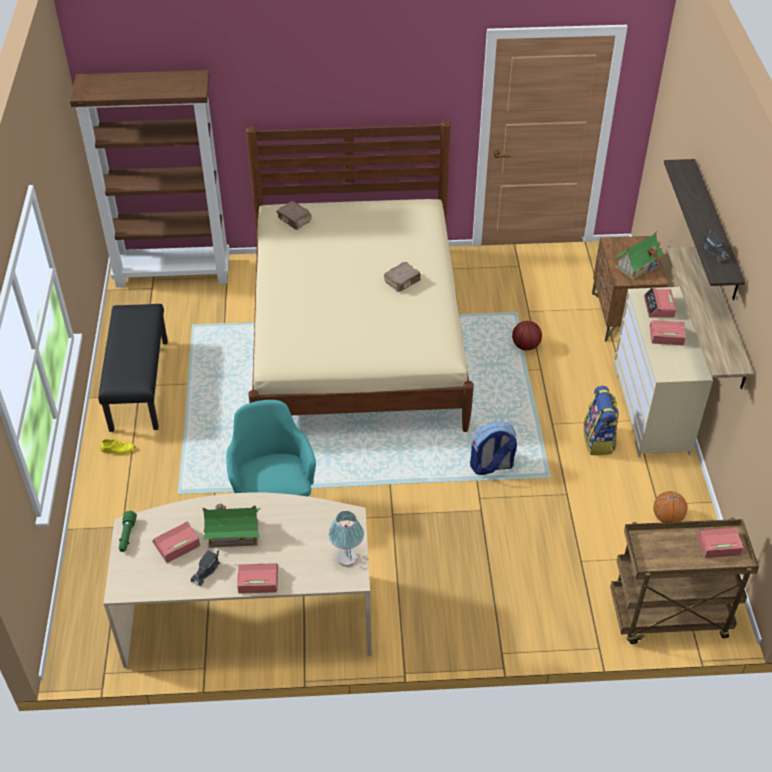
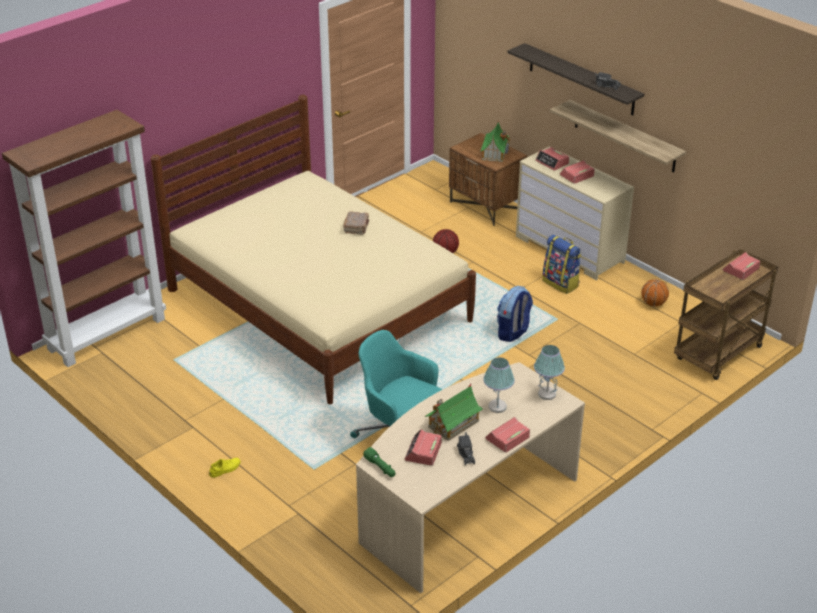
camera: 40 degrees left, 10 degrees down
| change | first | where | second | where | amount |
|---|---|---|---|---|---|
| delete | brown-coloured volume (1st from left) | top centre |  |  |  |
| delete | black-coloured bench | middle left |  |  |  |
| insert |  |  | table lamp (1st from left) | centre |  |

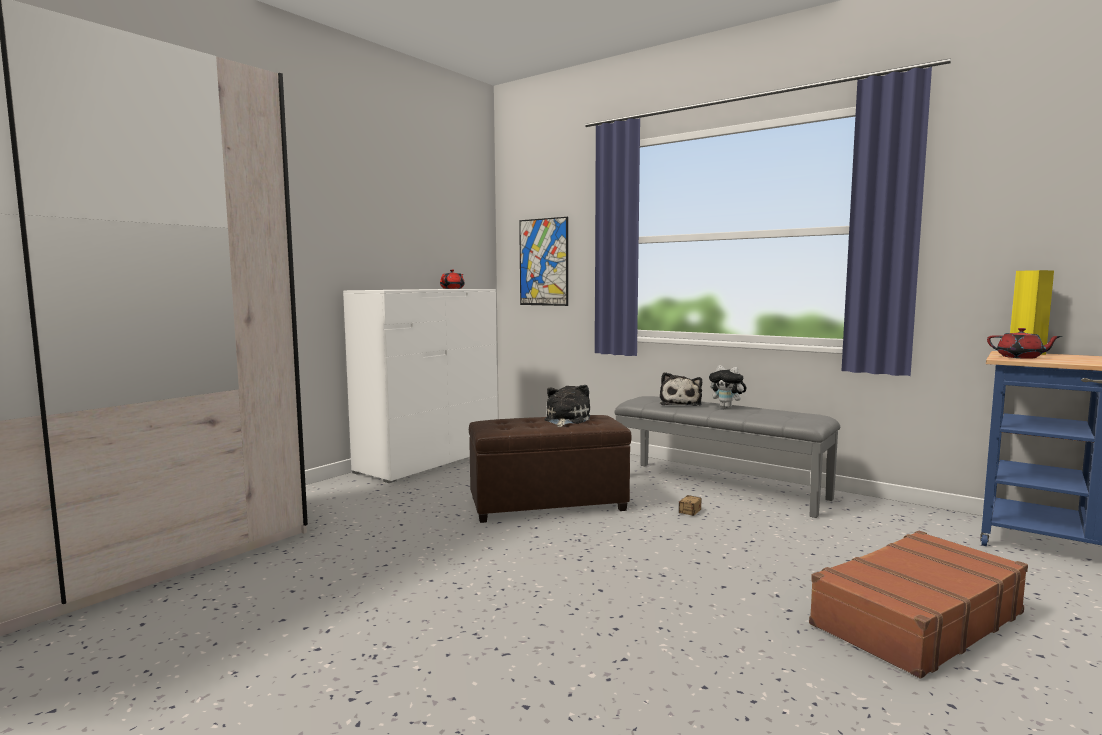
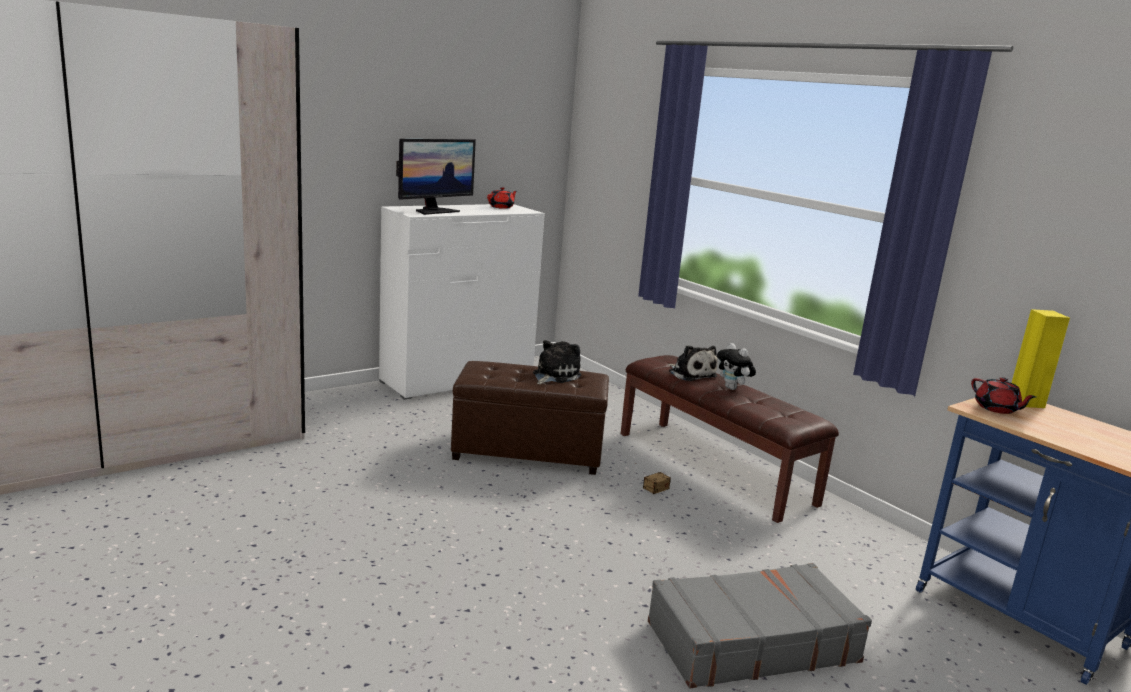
camera: 15 degrees right, 10 degrees up
| change | first | where | second | where | amount |
|---|---|---|---|---|---|
| delete | wall art | centre |  |  |  |
| rotate | cuddly toy (2nd from left) | centre |  | centre | 60 degrees counterclockwise |
| recolor | gray bench | centre | brown-coloured bench | centre |  |
| recolor | brown-coloured piece of luggage | bottom right | gray piece of luggage | bottom right |  |
| insert |  |  | monitor | top centre |  |

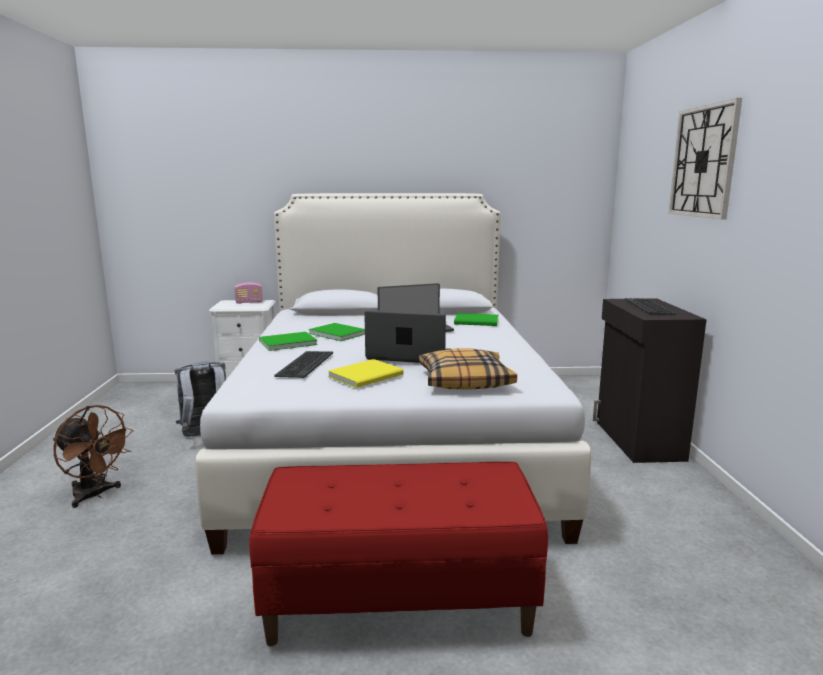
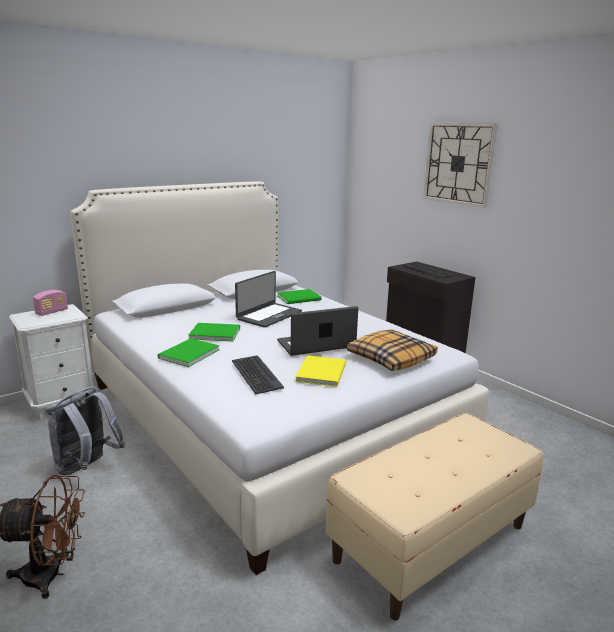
camera: 35 degrees left, 5 degrees up
| change | first | where | second | where | amount |
|---|---|---|---|---|---|
| recolor | red-coloured bench | bottom centre | sand-coloured bench | bottom right |  |

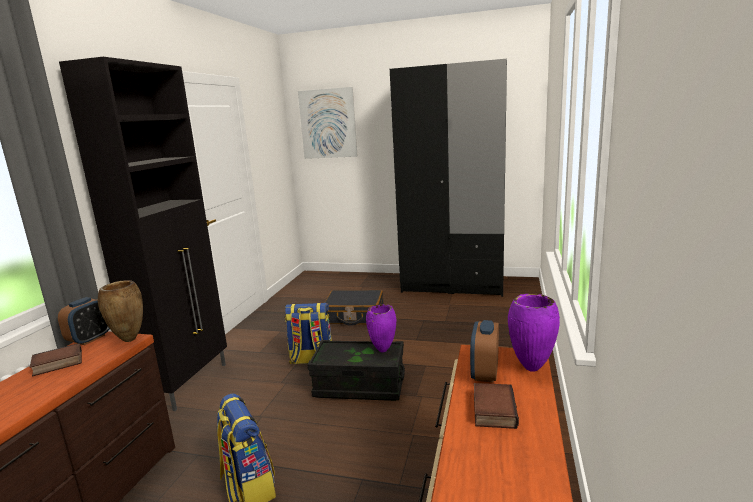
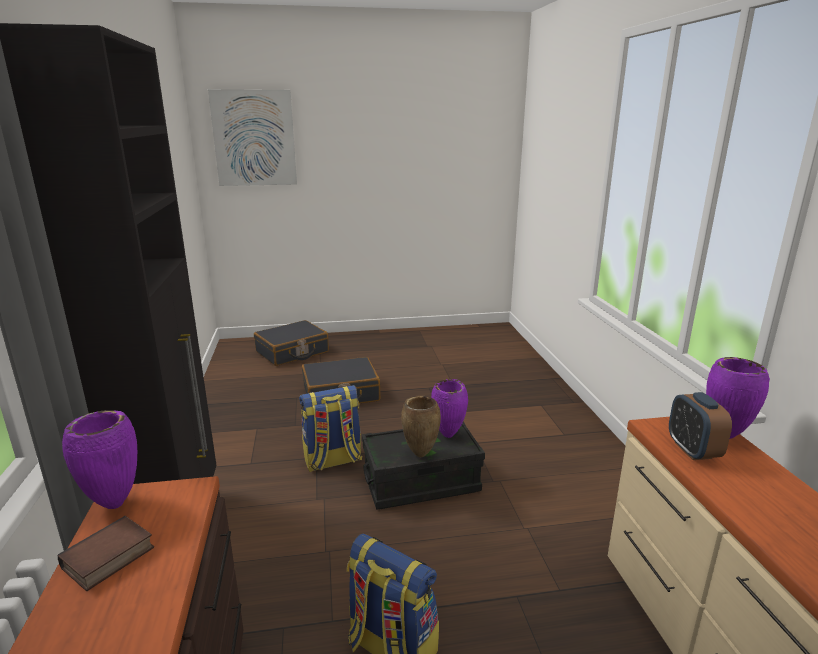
camera: 25 degrees left, 5 degrees up
| change | first | where | second | where | amount |
|---|---|---|---|---|---|
| delete | black-coloured wardrobe | centre |  |  |  |
| move | brown-coloured decorative vase | middle left |  | centre |  |
| replace | alarm clock (1st from left) | middle left | purplish decorative vase (1st from left) | bottom left |  |
| delete | volume (2nd from left) | bottom centre |  |  |  |
| insert |  |  | black-coloured piece of luggage (1st from left) | centre |  |

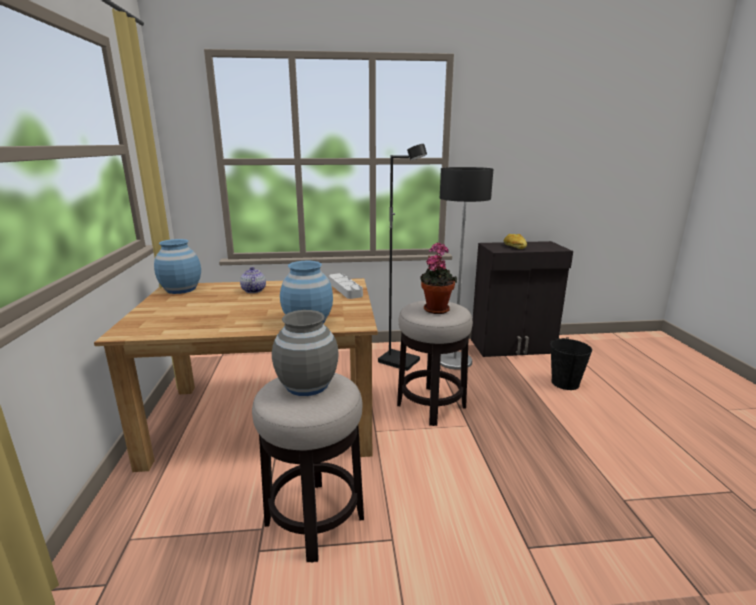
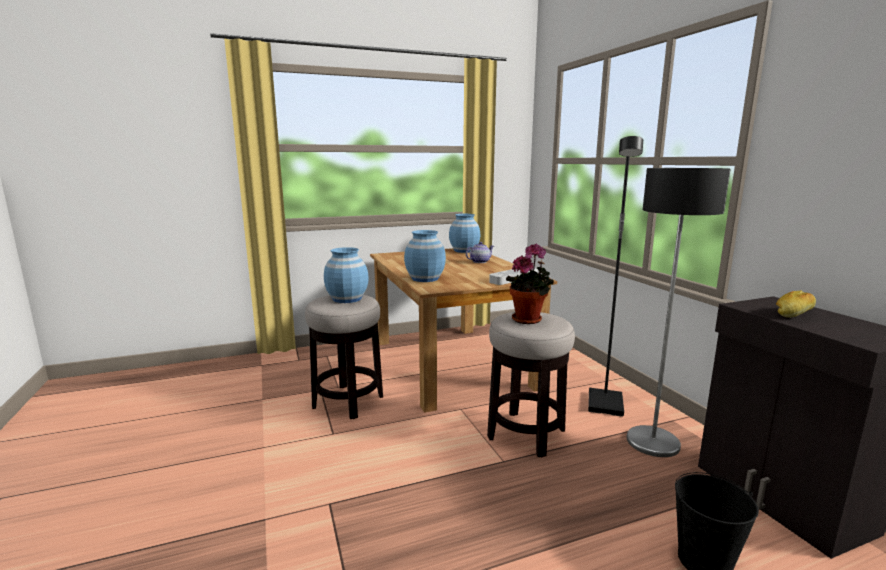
camera: 75 degrees right, 5 degrees down
| change | first | where | second | where | amount |
|---|---|---|---|---|---|
| recolor | gray decorative vase | centre | blue-coloured decorative vase (1st from left) | centre |  |

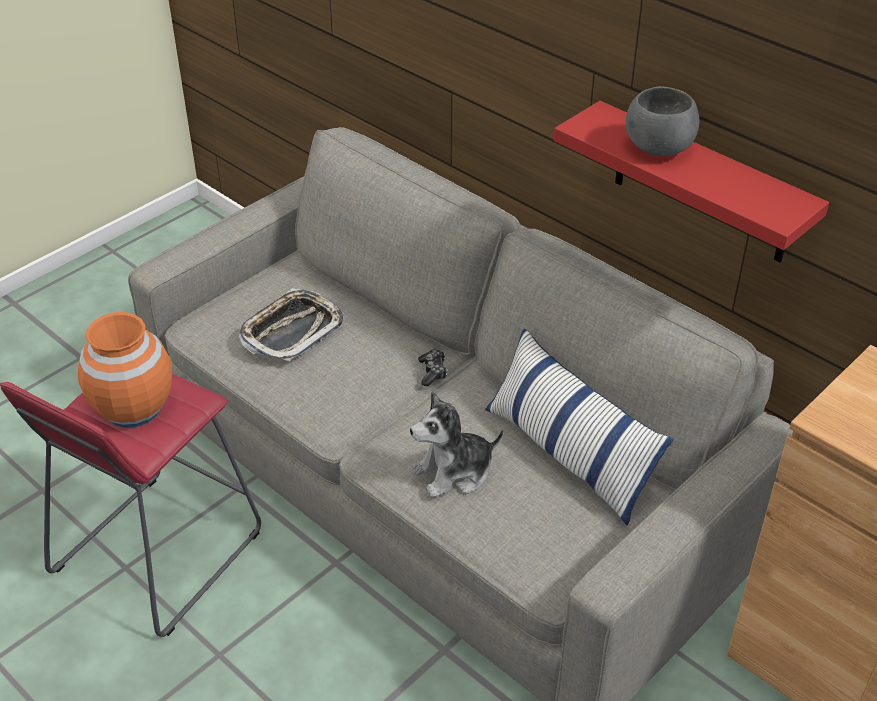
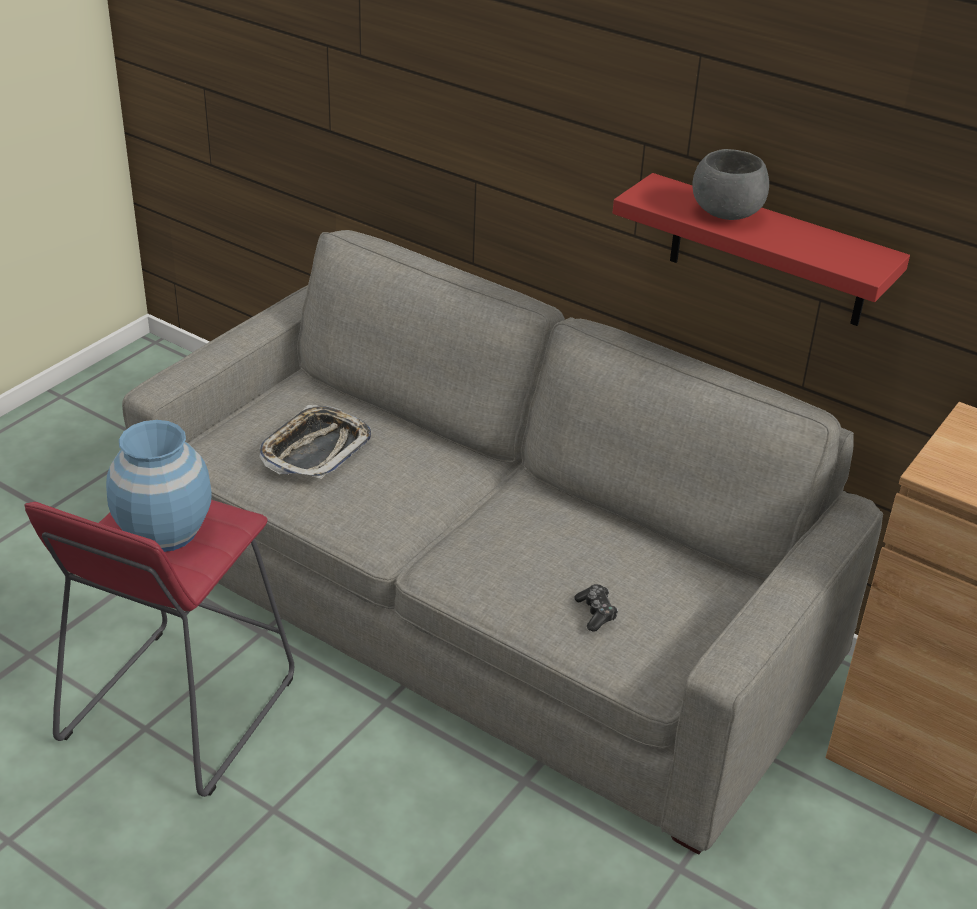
camera: 10 degrees left, 5 degrees down
| change | first | where | second | where | amount |
|---|---|---|---|---|---|
| recolor | orangey decorative vase | middle left | blue-coloured decorative vase | middle left |  |
| delete | throw pillow | centre |  |  |  |
| move | gamepad | centre |  | bottom centre |  |
| delete | cuddly toy | centre |  |  |  |

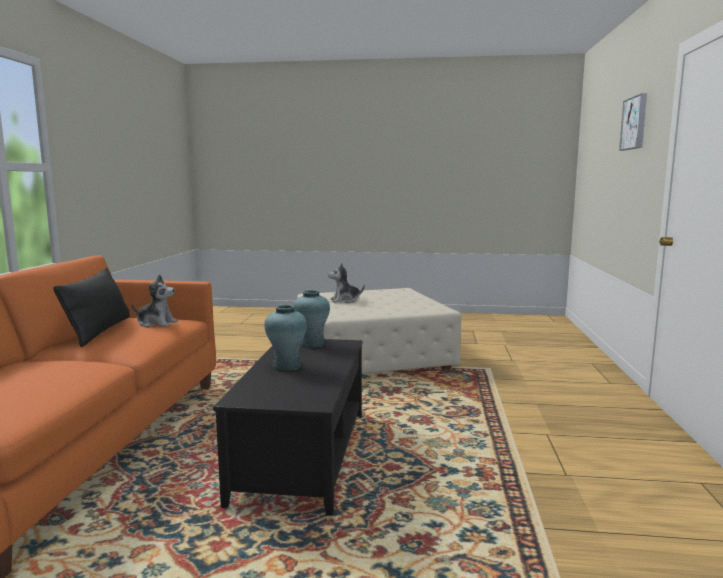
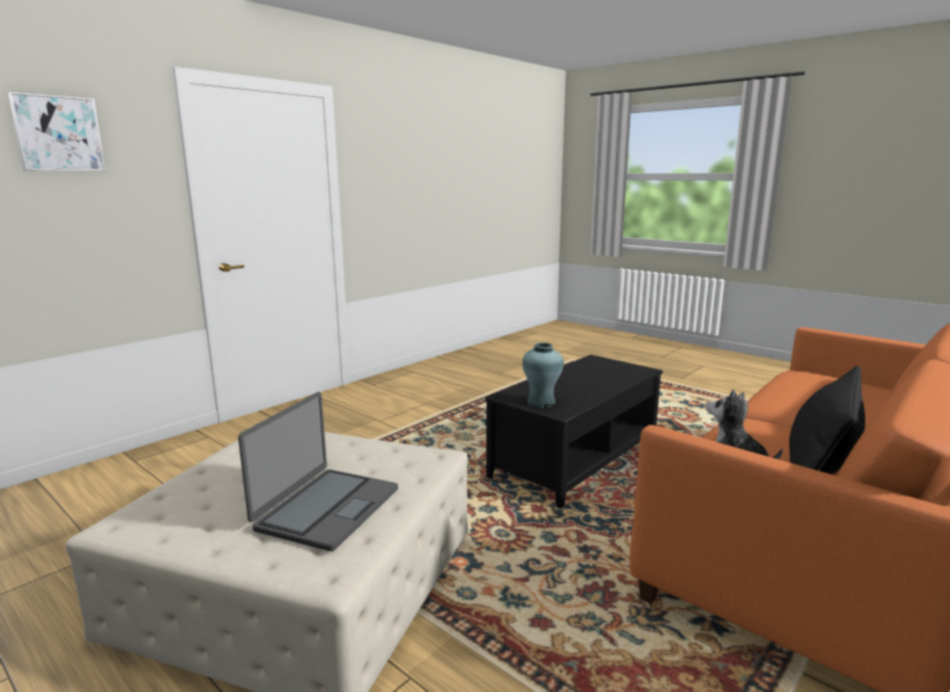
camera: 145 degrees left, 5 degrees up
| change | first | where | second | where | amount |
|---|---|---|---|---|---|
| replace | cuddly toy (2nd from left) | centre | notebook computer | bottom centre |  |
| delete | blue-green decorative vase (1st from left) | centre |  |  |  |

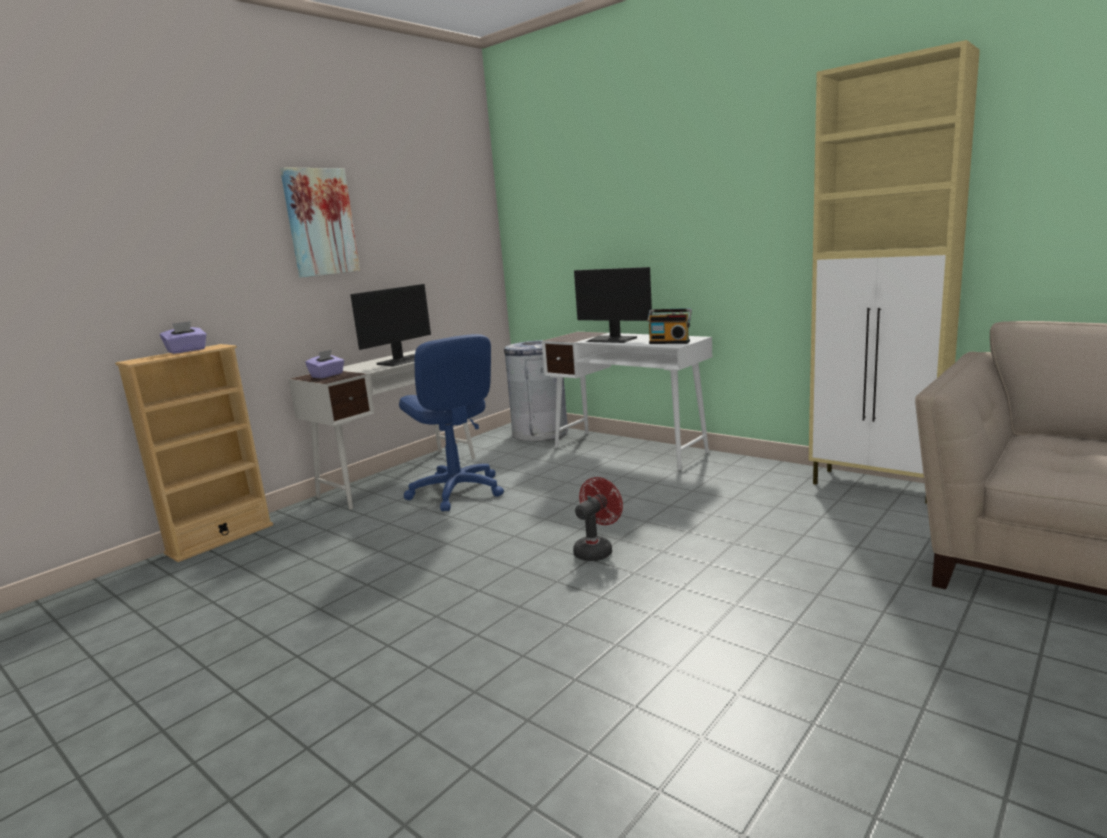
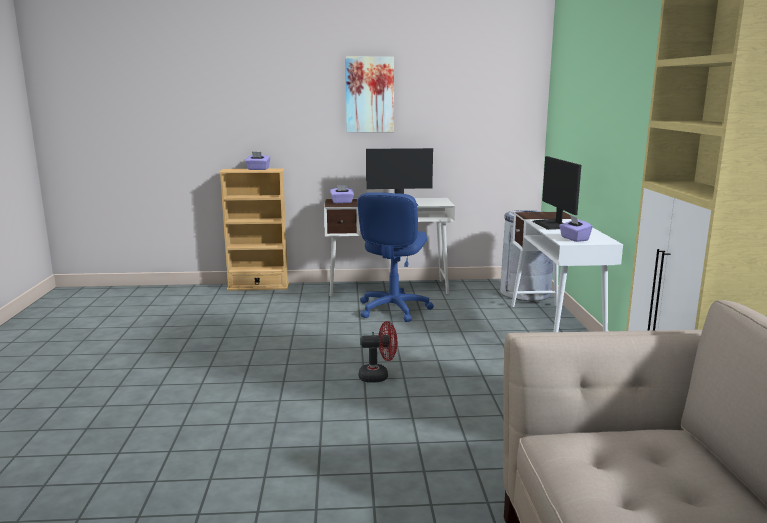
camera: 45 degrees right, 0 degrees up
| change | first | where | second | where | amount |
|---|---|---|---|---|---|
| replace | radio | centre | purplish tissue holder (3rd from left) | middle right |  |

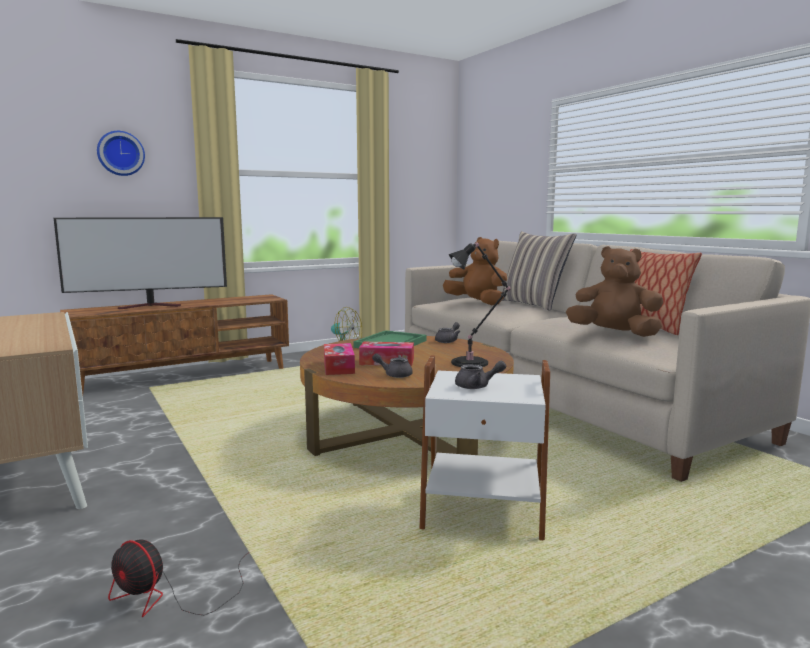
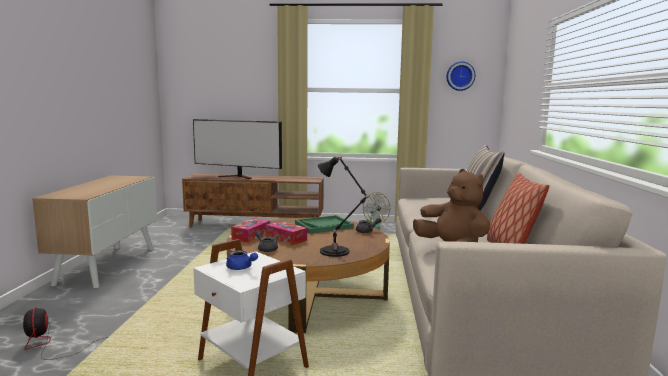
camera: 35 degrees right, 0 degrees up
| change | first | where | second | where | amount |
|---|---|---|---|---|---|
| move | clock on the wall | top left |  | top right |  |
| delete | brown-coloured cuddly toy (1st from left) | centre |  |  |  |
| recolor | gray pot for tea (3rd from left) | centre | blue-coloured pot for tea | bottom centre |  |

